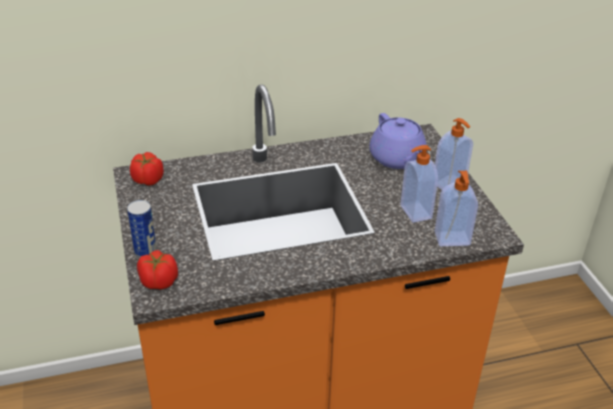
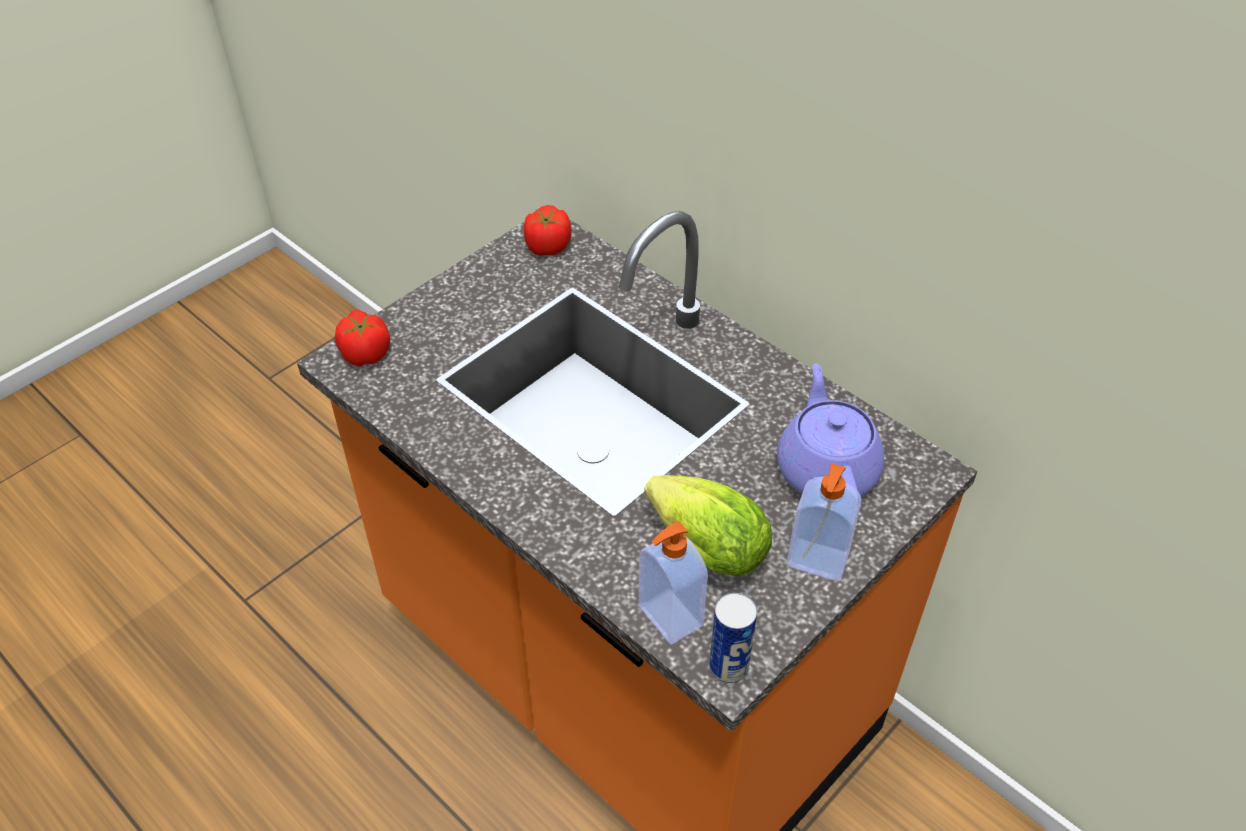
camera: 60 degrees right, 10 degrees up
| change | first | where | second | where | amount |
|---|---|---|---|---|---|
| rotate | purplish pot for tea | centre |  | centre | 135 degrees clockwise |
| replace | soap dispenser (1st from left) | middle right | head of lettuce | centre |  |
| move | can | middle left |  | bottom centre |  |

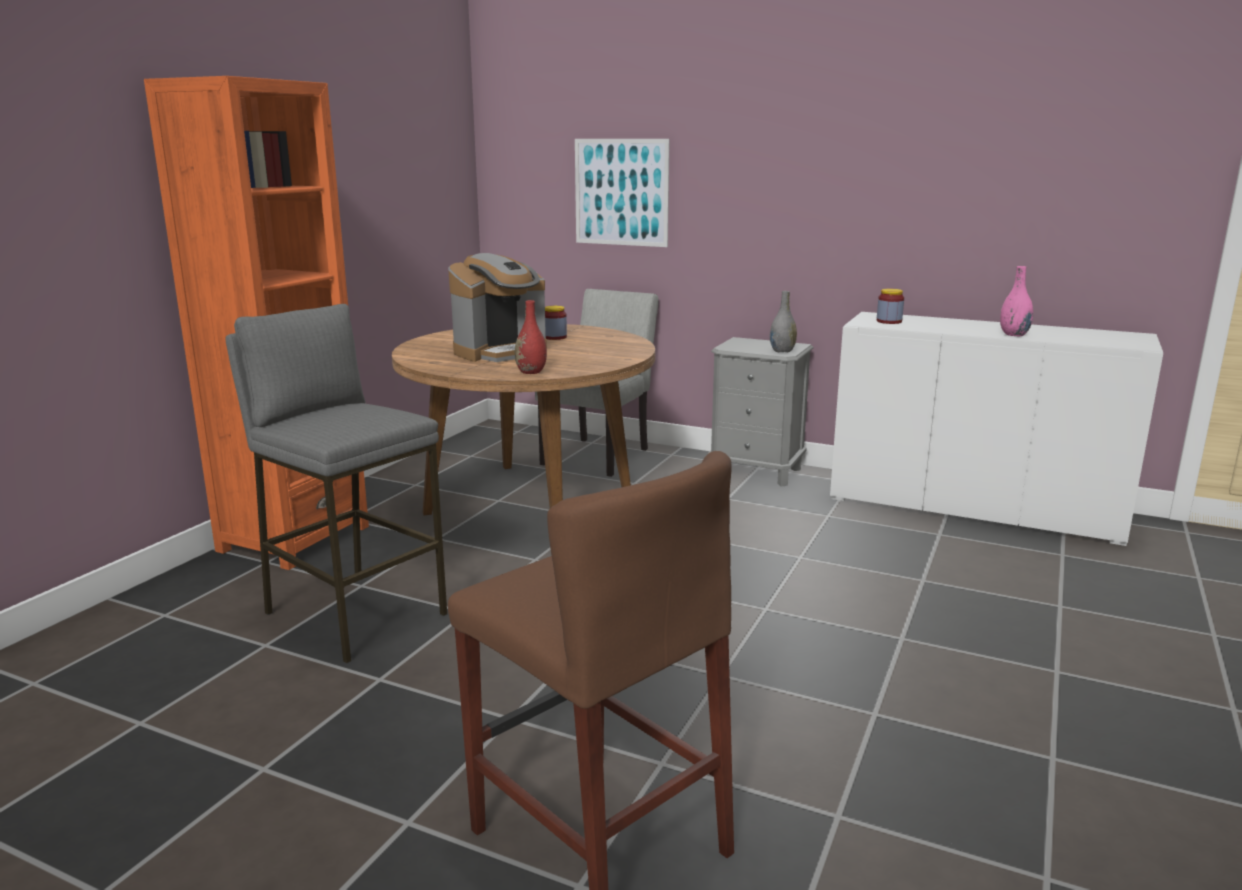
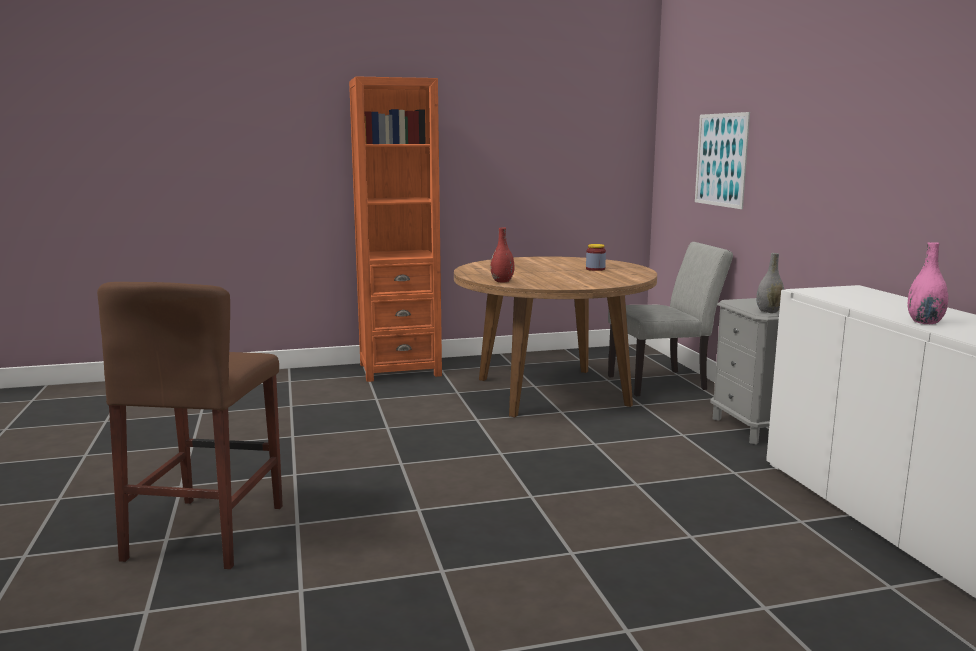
camera: 50 degrees right, 5 degrees down
| change | first | where | second | where | amount |
|---|---|---|---|---|---|
| delete | coffee brewer | centre |  |  |  |
| delete | storage jar (2nd from left) | middle right |  |  |  |
| delete | gray stool seat | middle left |  |  |  |

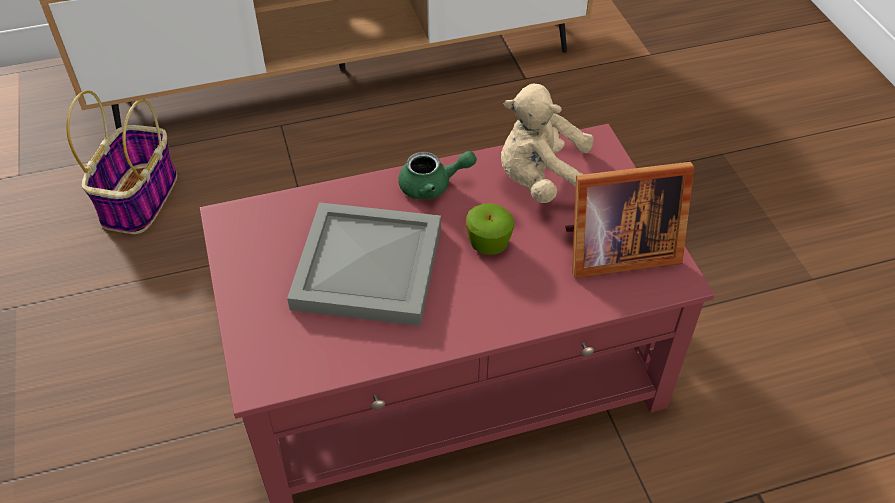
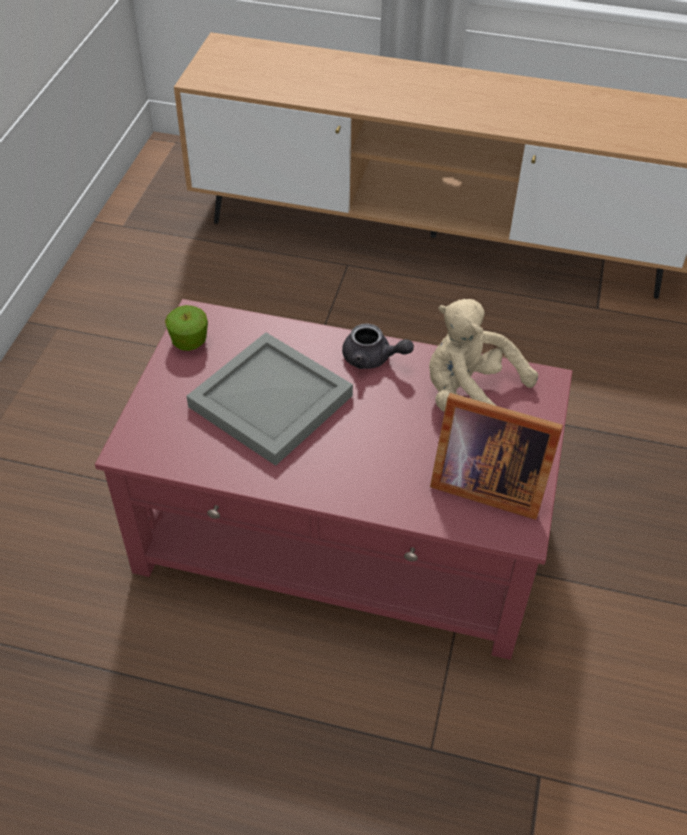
camera: 30 degrees right, 0 degrees up
| change | first | where | second | where | amount |
|---|---|---|---|---|---|
| delete | storage basket | top left |  |  |  |
| recolor | green-coloured pot for tea | centre | gray pot for tea | centre |  |
| move | apple | centre |  | middle left |  |

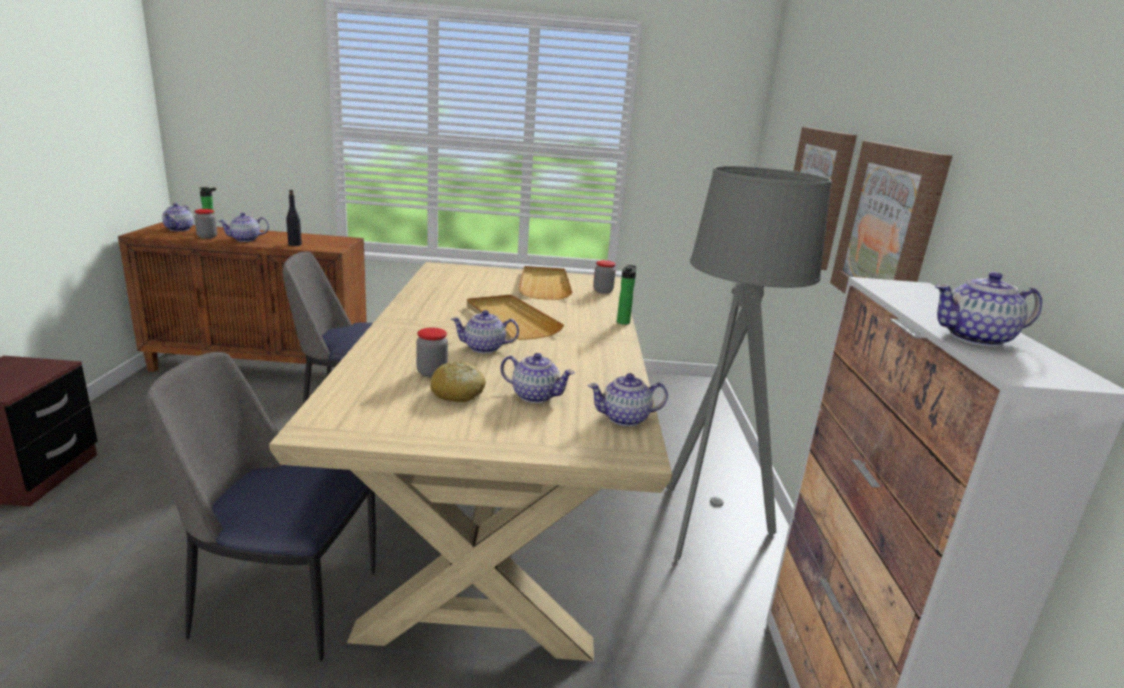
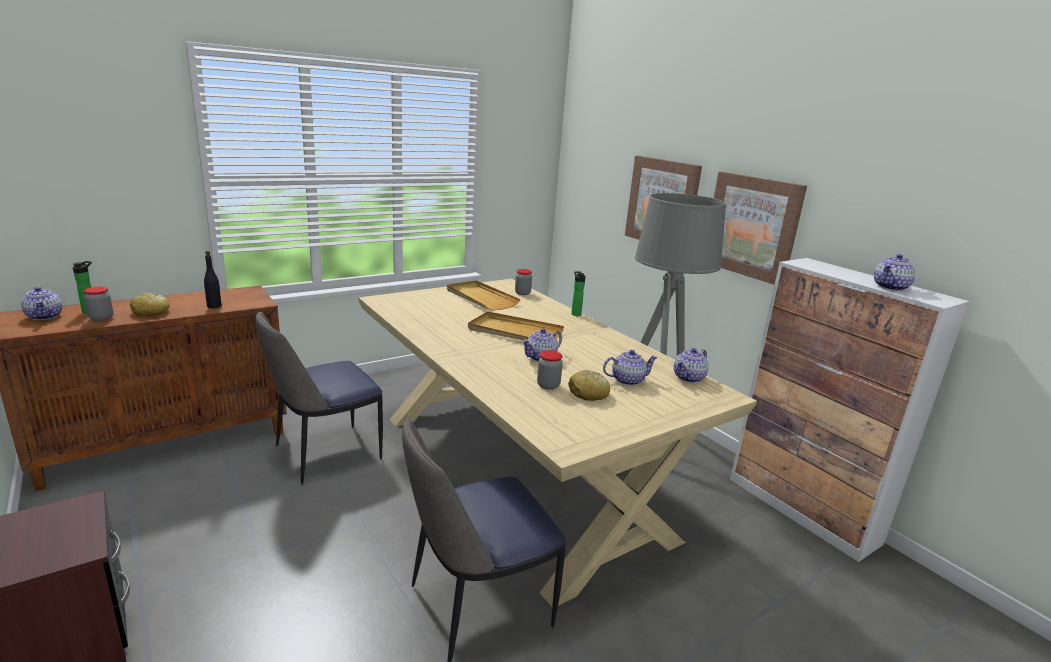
camera: 35 degrees left, 0 degrees up
| change | first | where | second | where | amount |
|---|---|---|---|---|---|
| replace | pot for tea (2nd from left) | top left | baked bread (1st from left) | middle left |  |

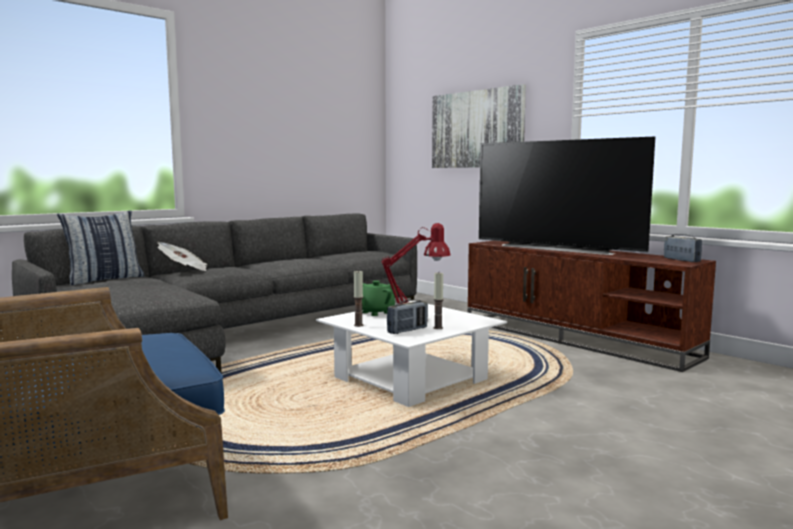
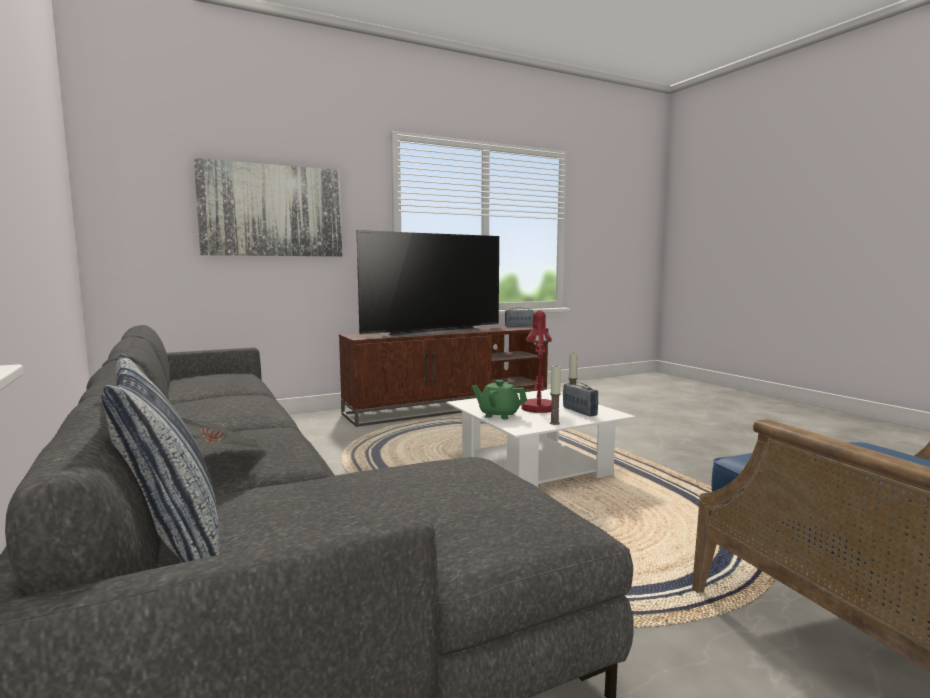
camera: 75 degrees left, 0 degrees up
| change | first | where | second | where | amount |
|---|---|---|---|---|---|
| rotate | green-coloured pot for tea | centre |  | centre | 135 degrees clockwise |

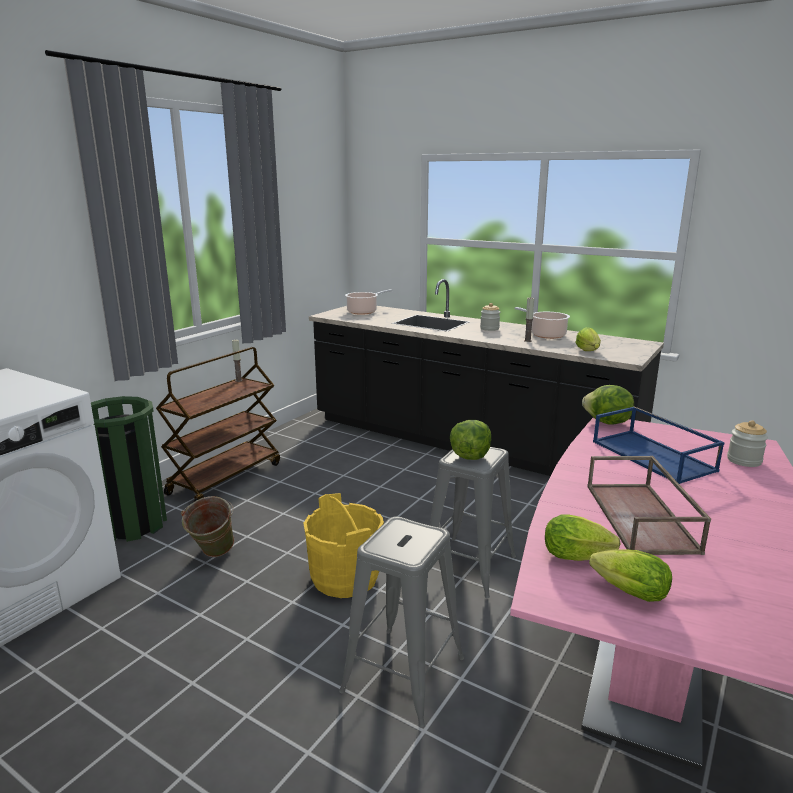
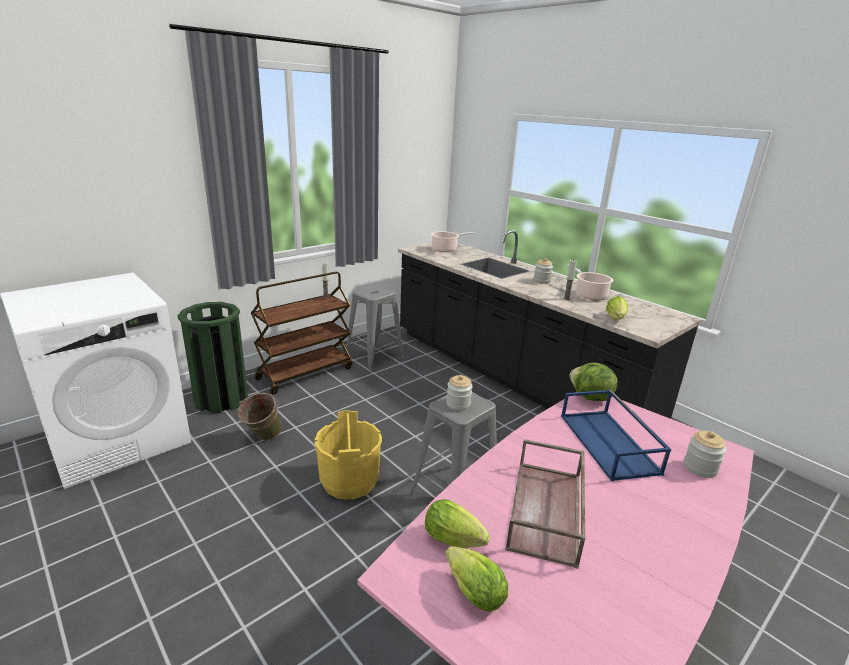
camera: 15 degrees right, 5 degrees up
| change | first | where | second | where | amount |
|---|---|---|---|---|---|
| replace | head of lettuce (1st from left) | centre | storage jar (1st from left) | centre |  |
| move | gray stool seat (1st from left) | bottom centre |  | centre |  |

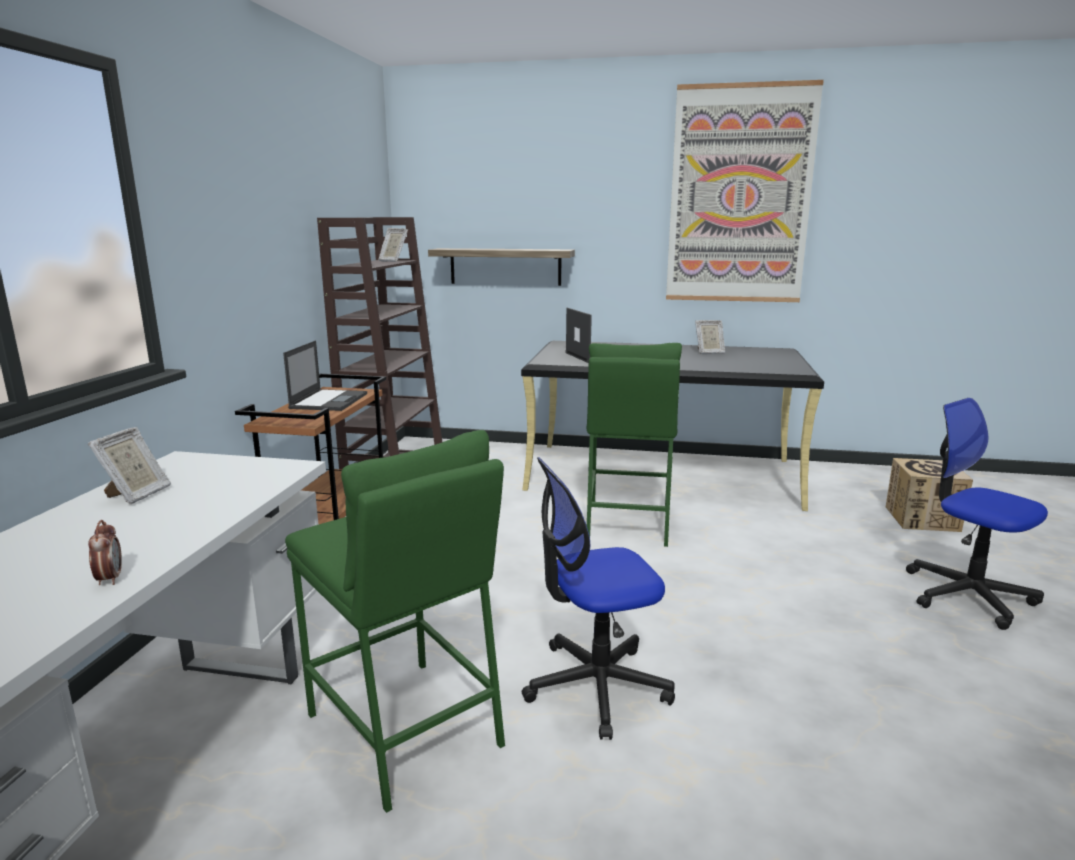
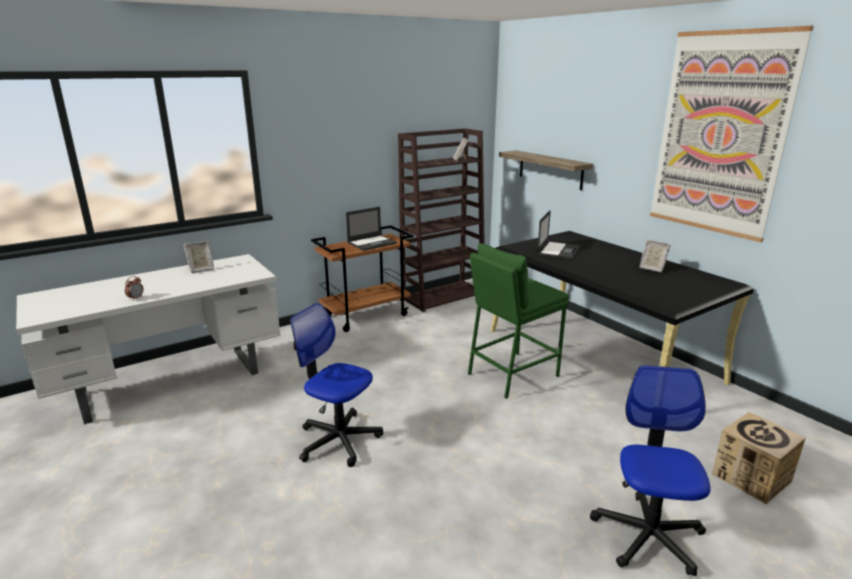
camera: 45 degrees right, 5 degrees up
| change | first | where | second | where | amount |
|---|---|---|---|---|---|
| delete | green-coloured stool seat (1st from left) | bottom centre |  |  |  |

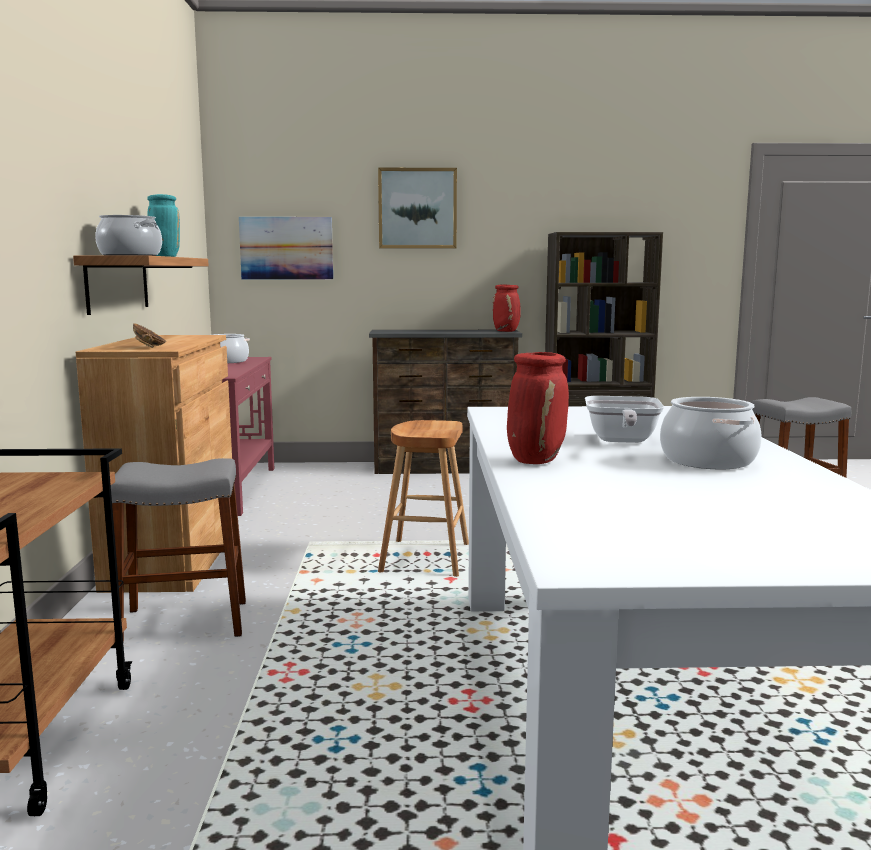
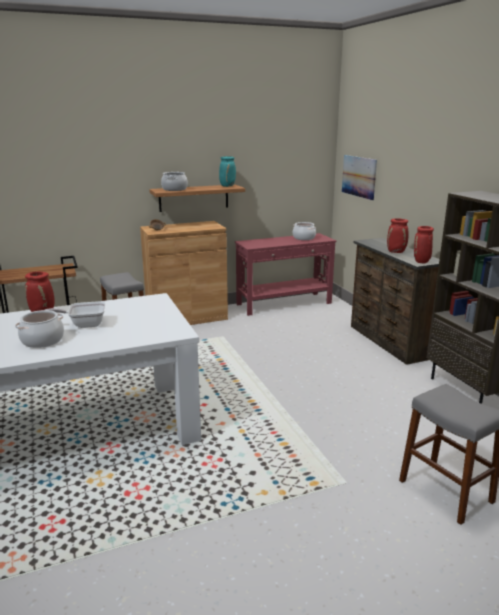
camera: 70 degrees right, 10 degrees up
| change | first | where | second | where | amount |
|---|---|---|---|---|---|
| delete | wall art (2nd from left) | top centre |  |  |  |
| delete | brown-coloured stool seat | centre |  |  |  |
| insert |  |  | red-coloured decorative vase (2nd from left) | middle right |  |

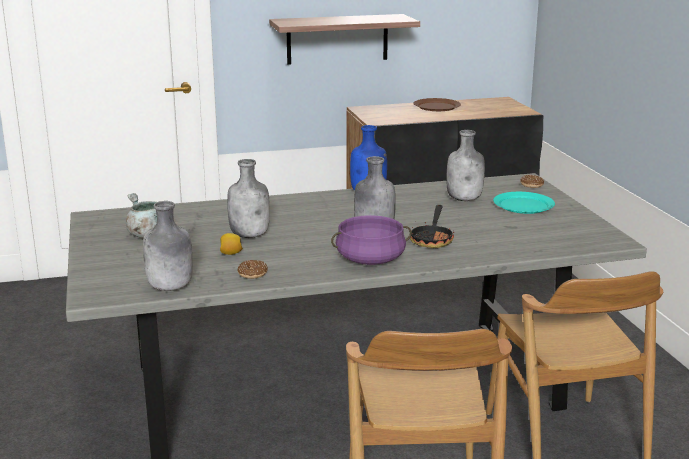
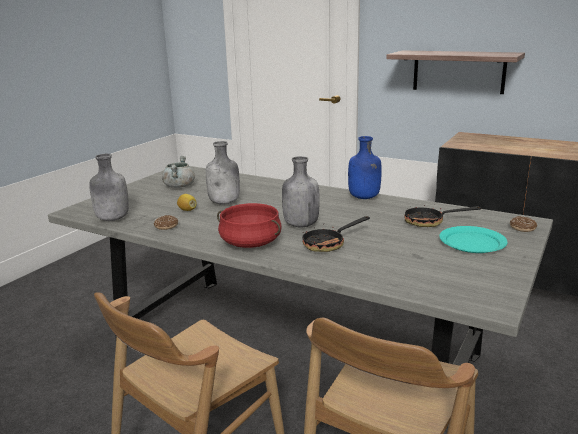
camera: 45 degrees right, 0 degrees up
| change | first | where | second | where | amount |
|---|---|---|---|---|---|
| delete | brown-coloured plate | top centre |  |  |  |
| replace | gray drink bottle (4th from left) | middle right | skillet (2nd from left) | middle right |  |
| recolor | purplish stockpot | centre | red-coloured stockpot | centre |  |

